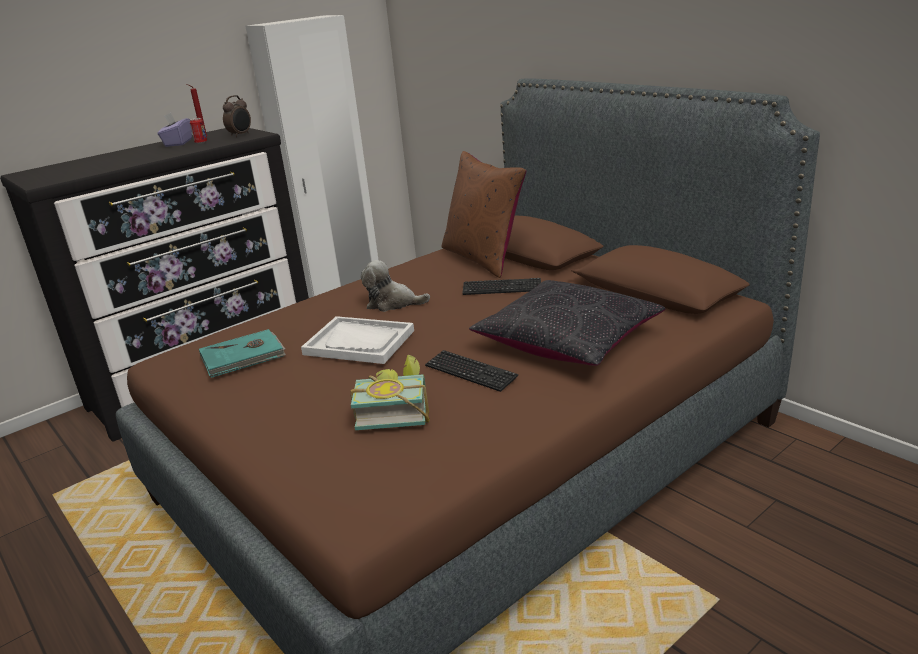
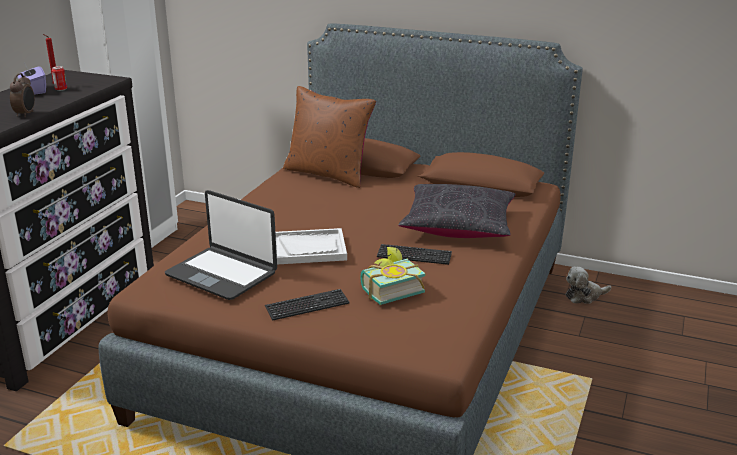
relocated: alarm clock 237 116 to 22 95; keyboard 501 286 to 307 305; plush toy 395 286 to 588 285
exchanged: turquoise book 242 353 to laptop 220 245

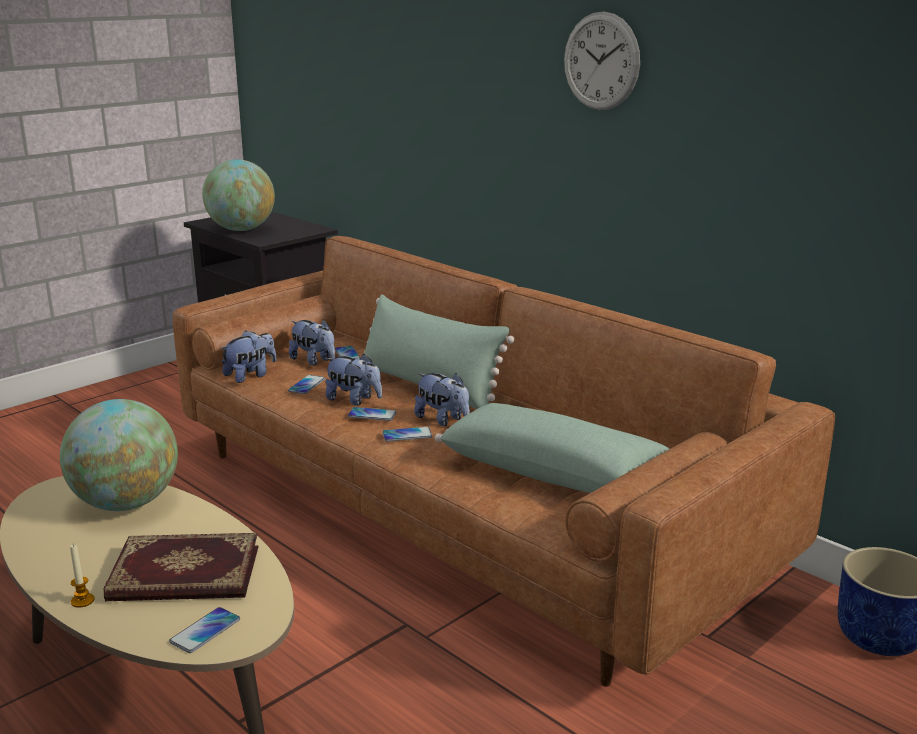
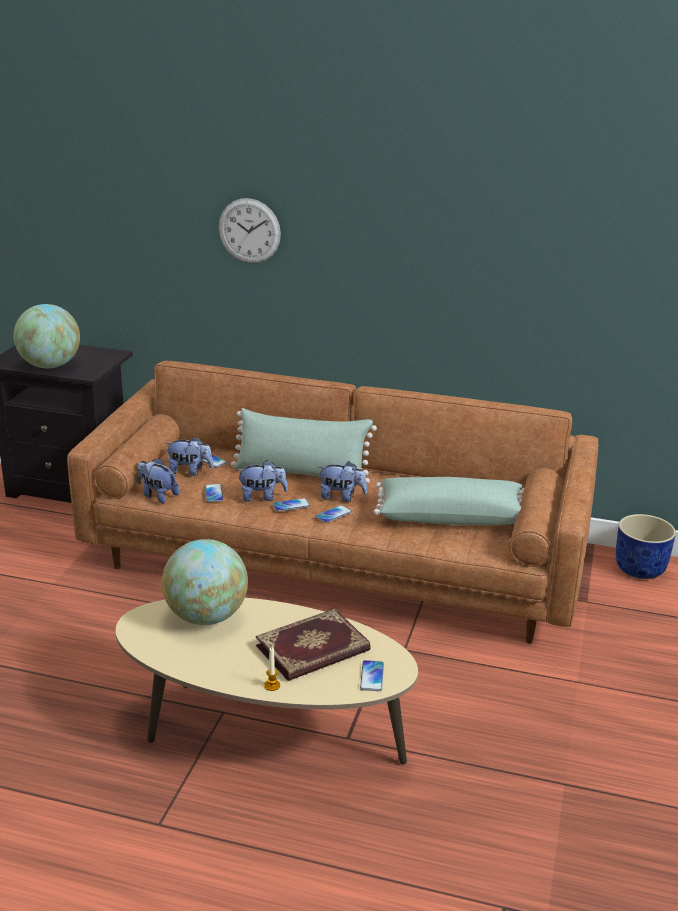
relocated: wall clock 602 61 to 250 230
spun: plush toy 248 356 = 158 481 75 degrees counterclockwise

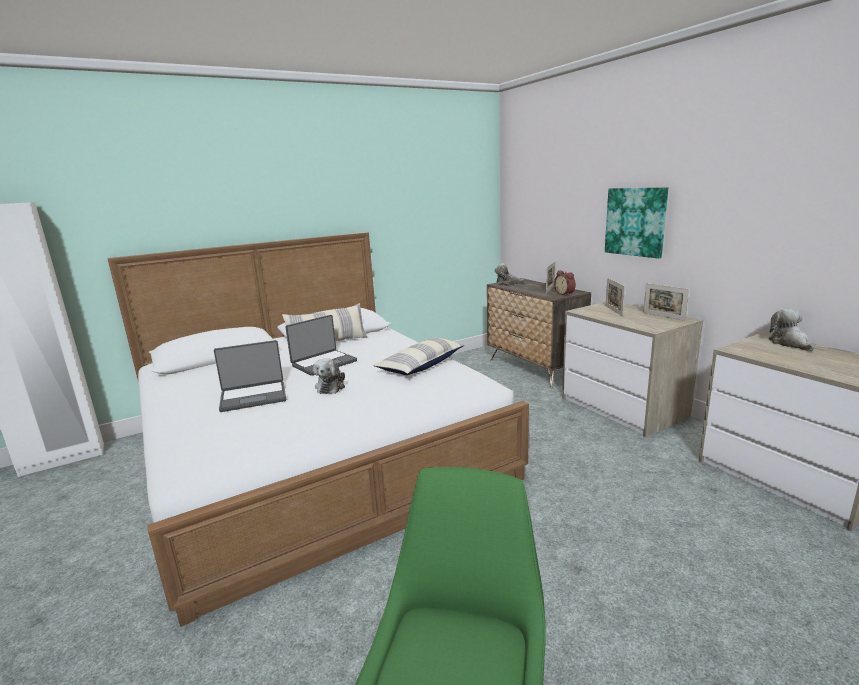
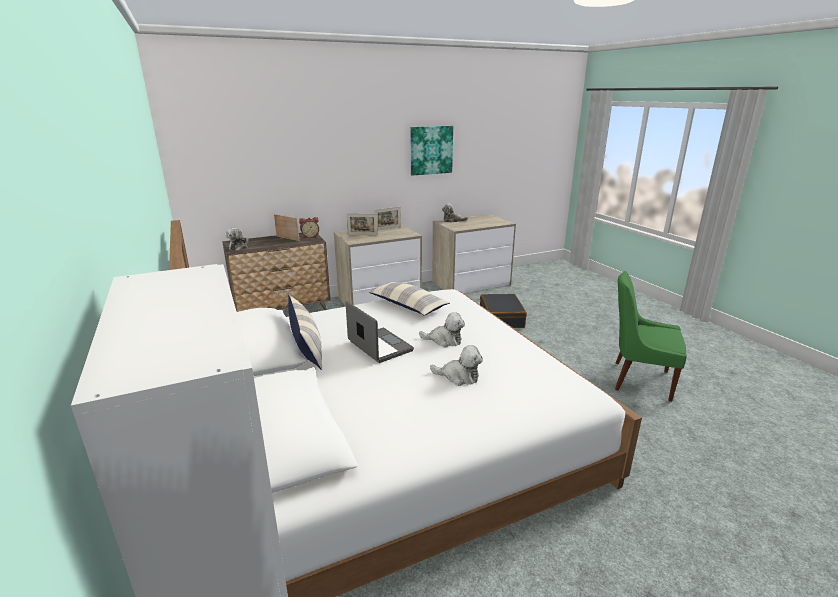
appeared: black suitcase 503 311
relocated: picture 636 223 to 432 151
exchanged: laptop 250 376 to plush toy 456 365

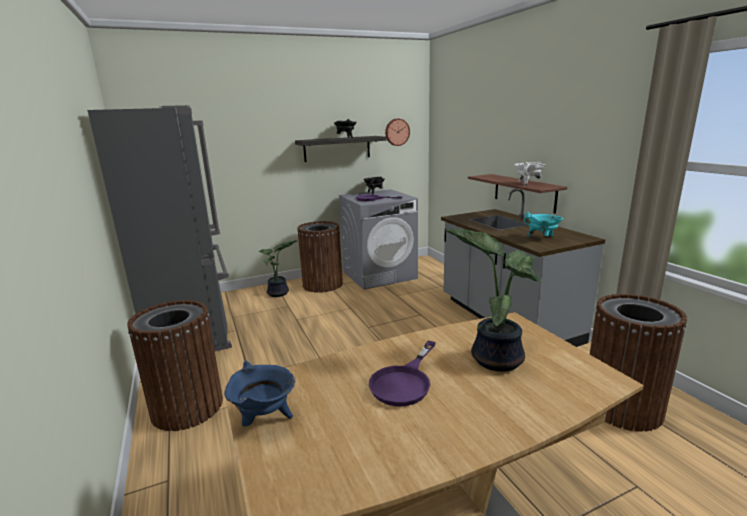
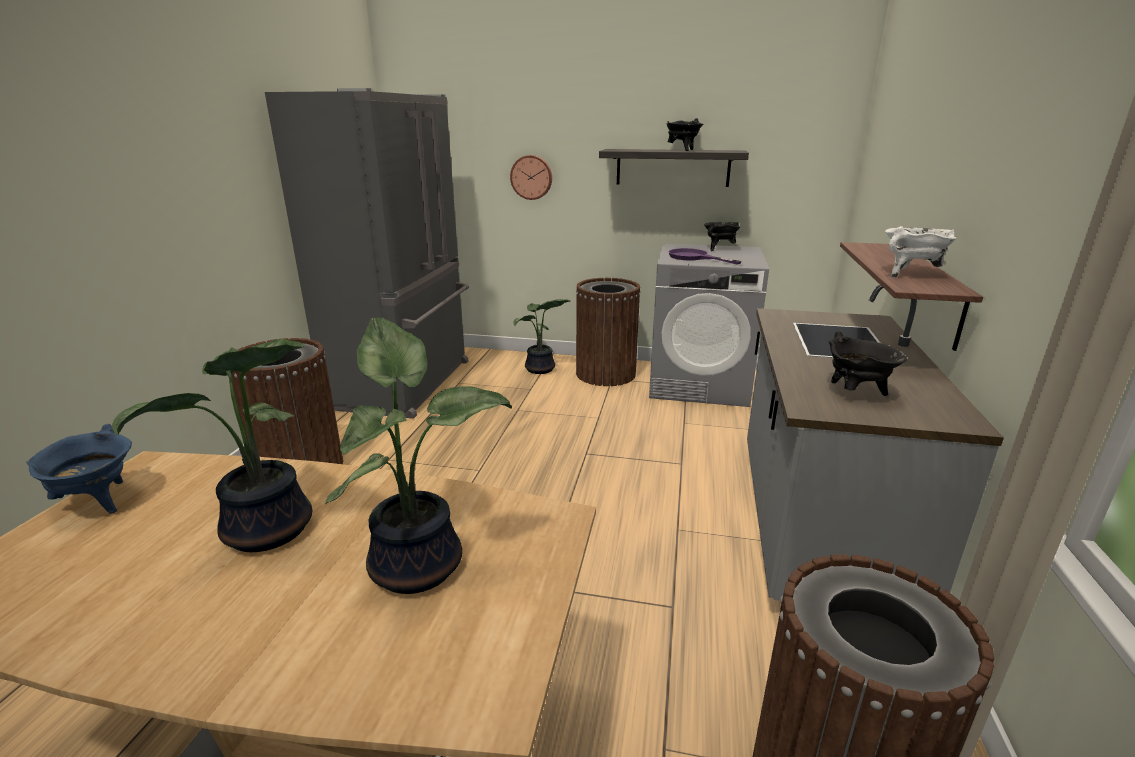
relocated: wall clock 397 132 to 531 177
exchanged: purple frying pan 402 373 to potted plant 212 445
colour: turquoise cooking pot 543 224 to black cooking pot 868 363

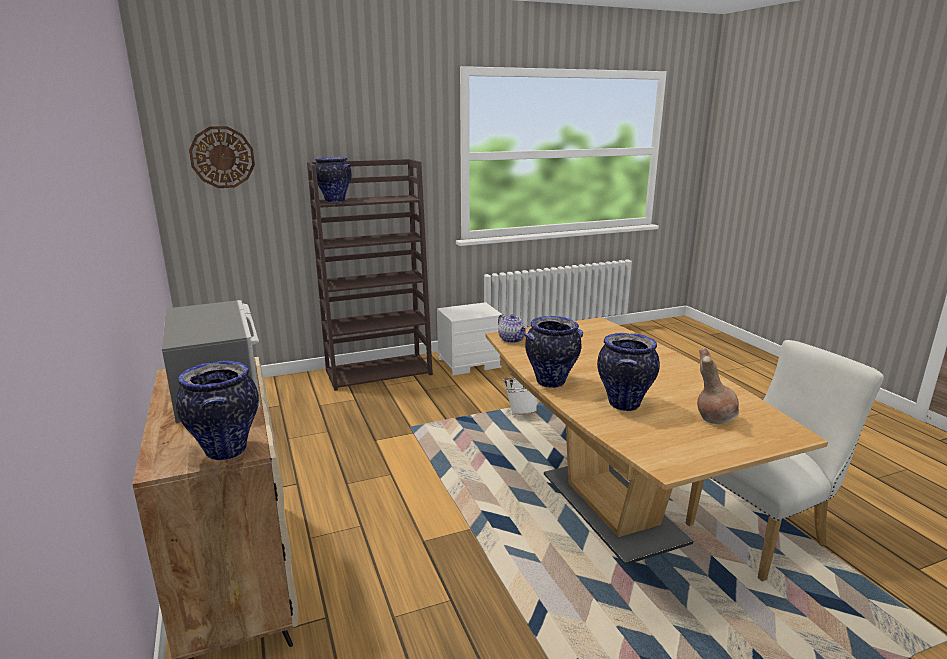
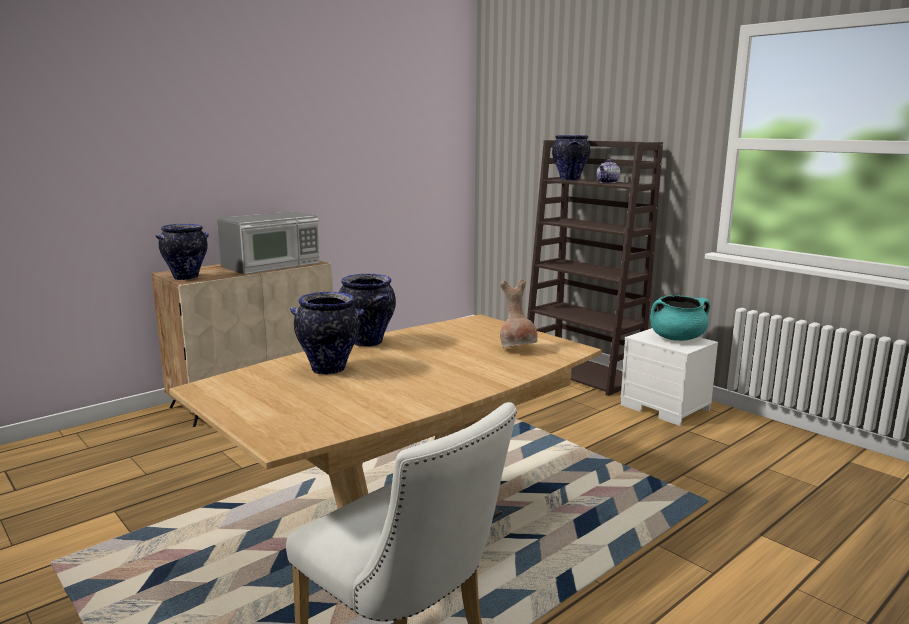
missing: wall clock 222 157; white bucket 519 396
appeared: turquoise cooking pot 680 318
relocated: brown vase 718 386 to 519 313; teapot 512 328 to 608 171

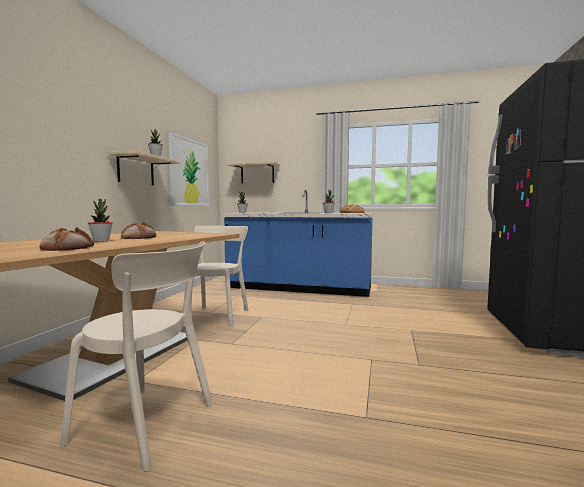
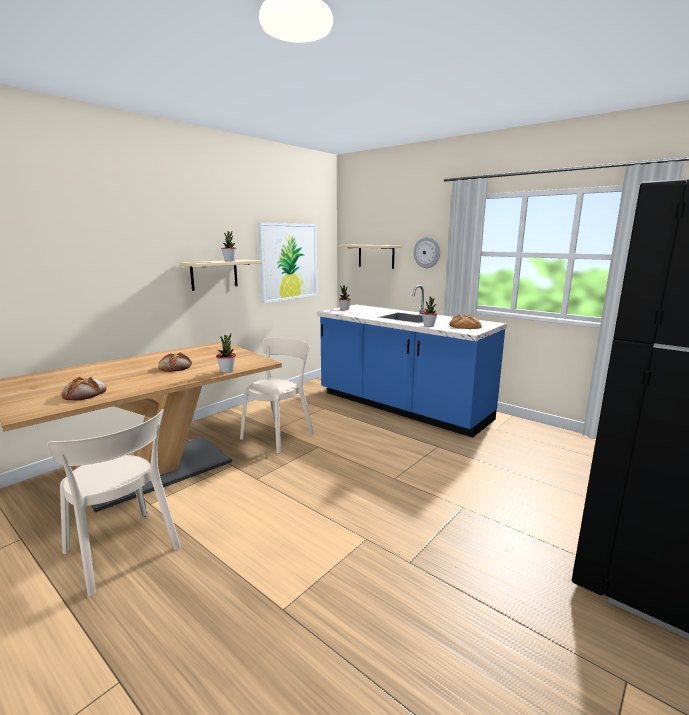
appeared: wall clock 426 252
relocated: potted plant 100 220 to 226 353

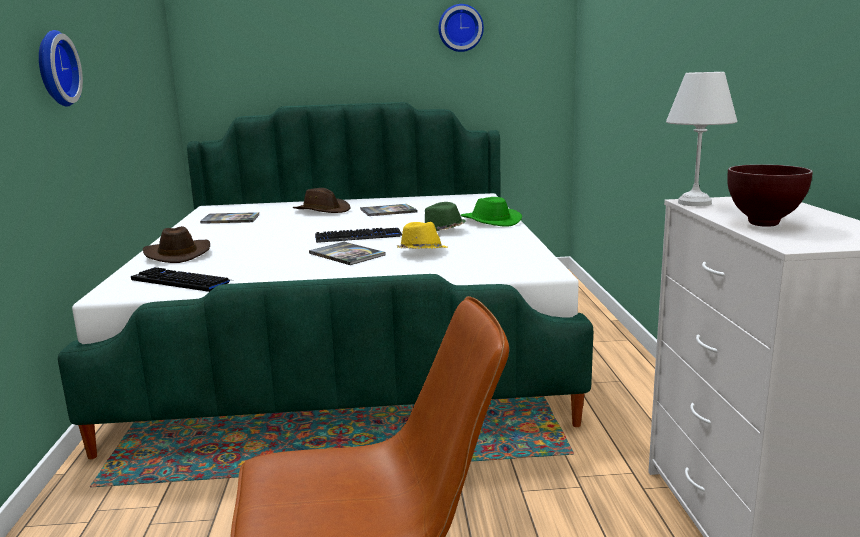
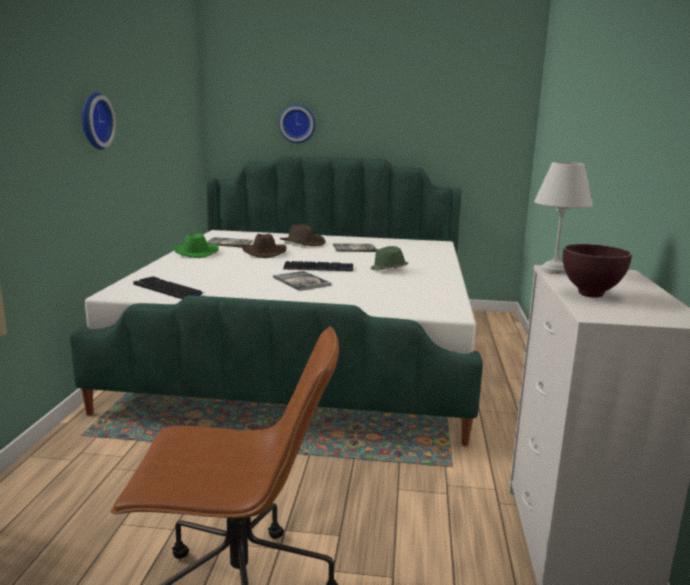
missing: yellow hat 422 235
relocated: green hat 491 212 to 195 245; brown hat 176 244 to 264 246; wall clock 461 28 to 297 124

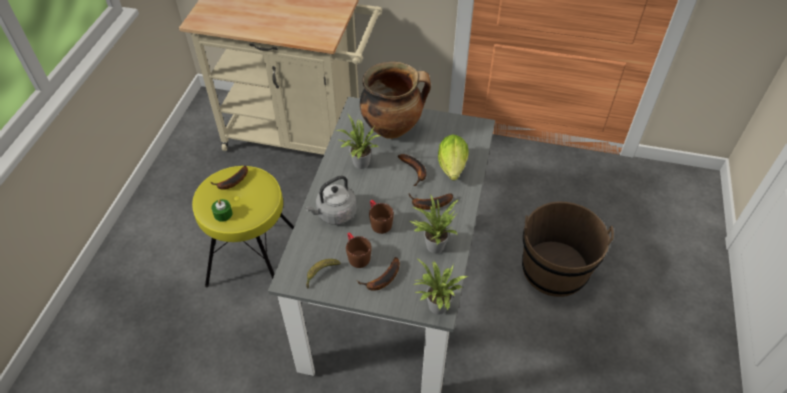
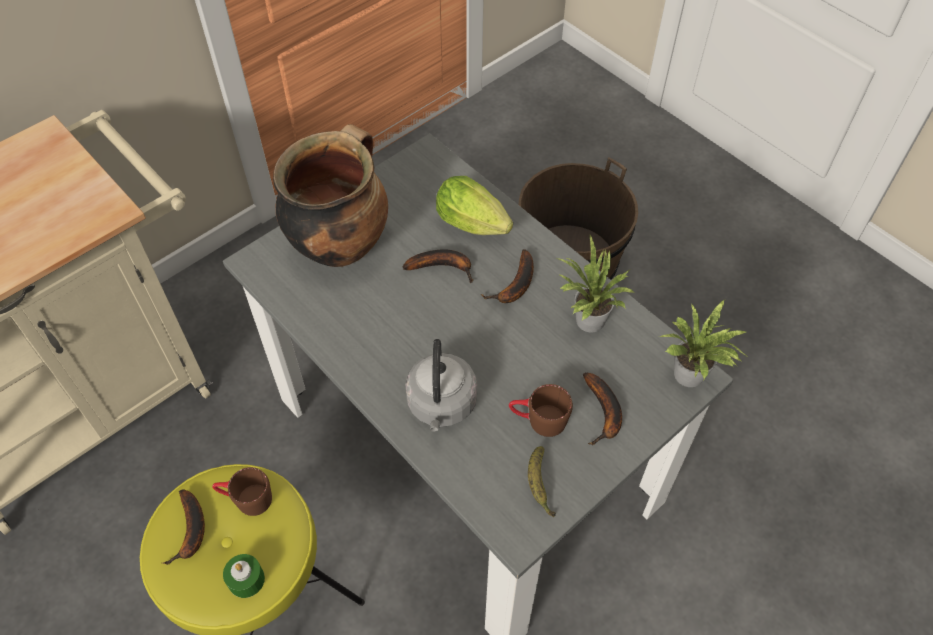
missing: potted plant 358 142
relocated: brown mug 381 217 to 242 491

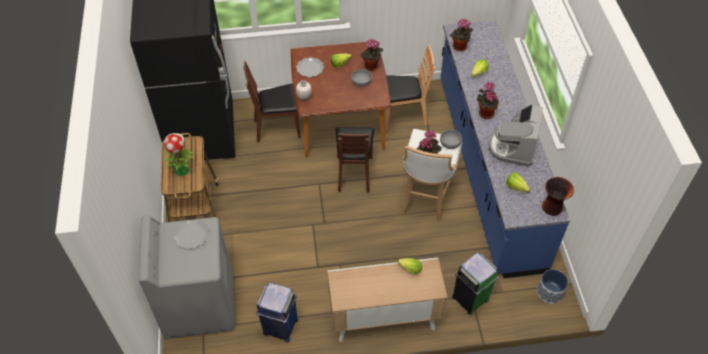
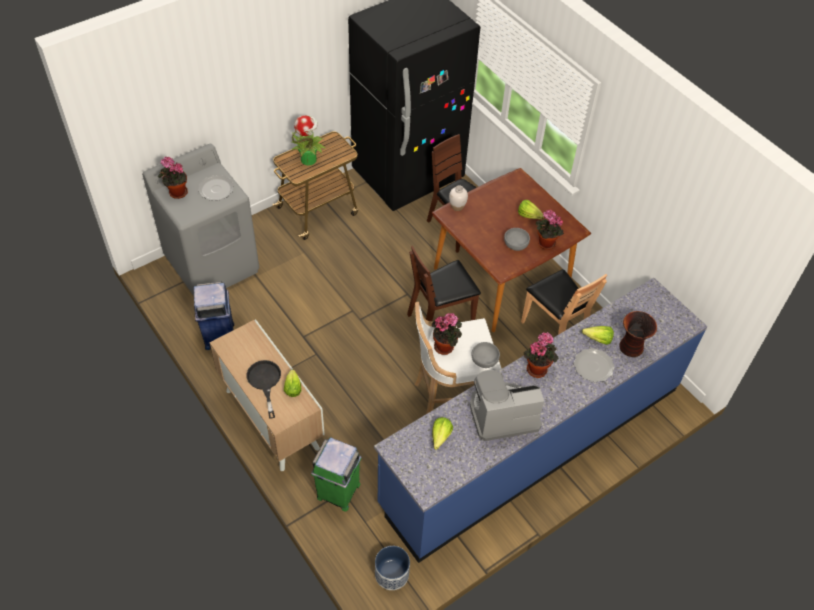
appeared: black frying pan 264 389
relocated: potted plant 461 35 to 173 177; plate 310 67 to 594 365; vase 558 196 to 638 334

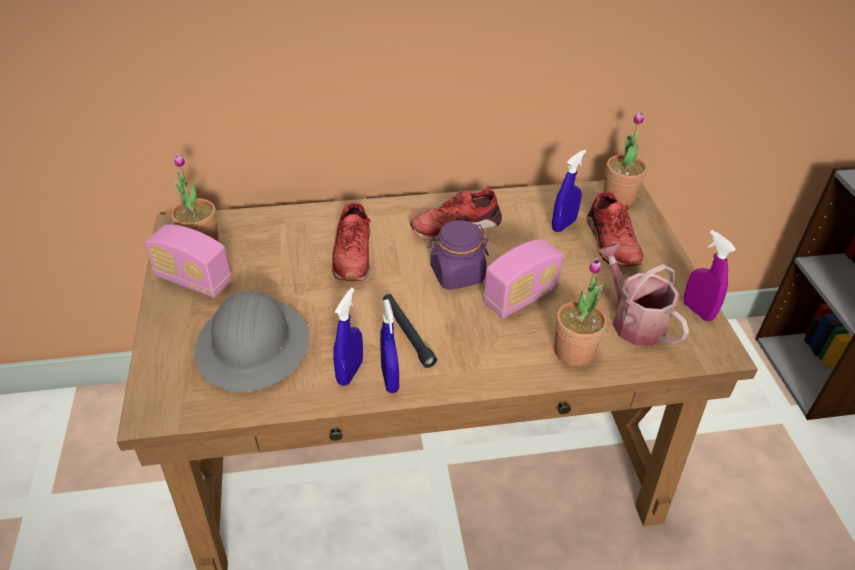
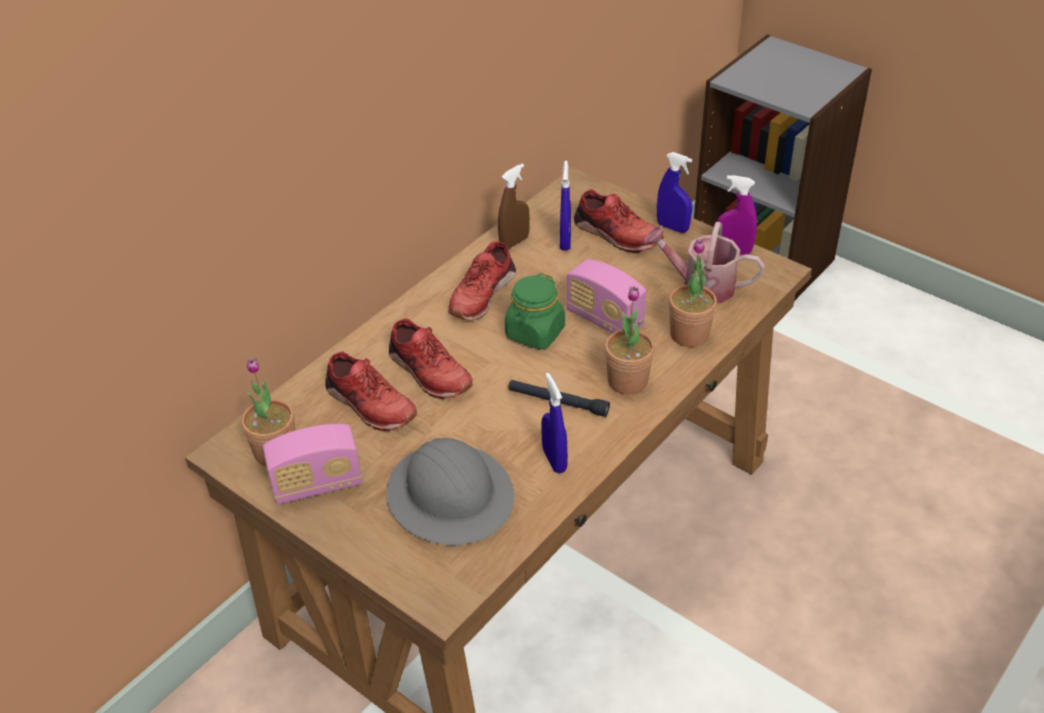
appeared: red shoe 371 391; brown spray bottle 514 206
relocated: potted plant 625 158 to 630 340; blue spray bottle 389 346 to 674 192
colour: purple jar 458 255 to green jar 535 311
spun: radio 523 278 = 606 296 120 degrees clockwise

